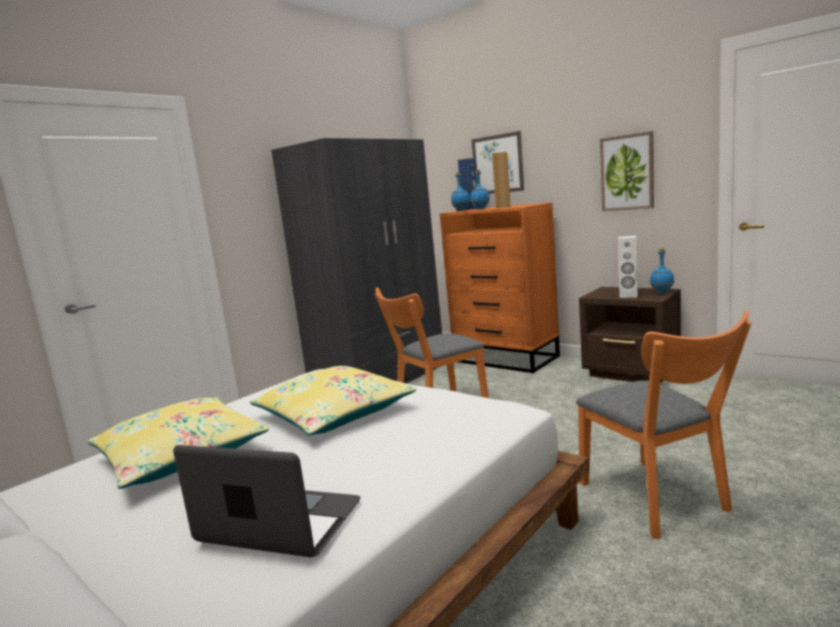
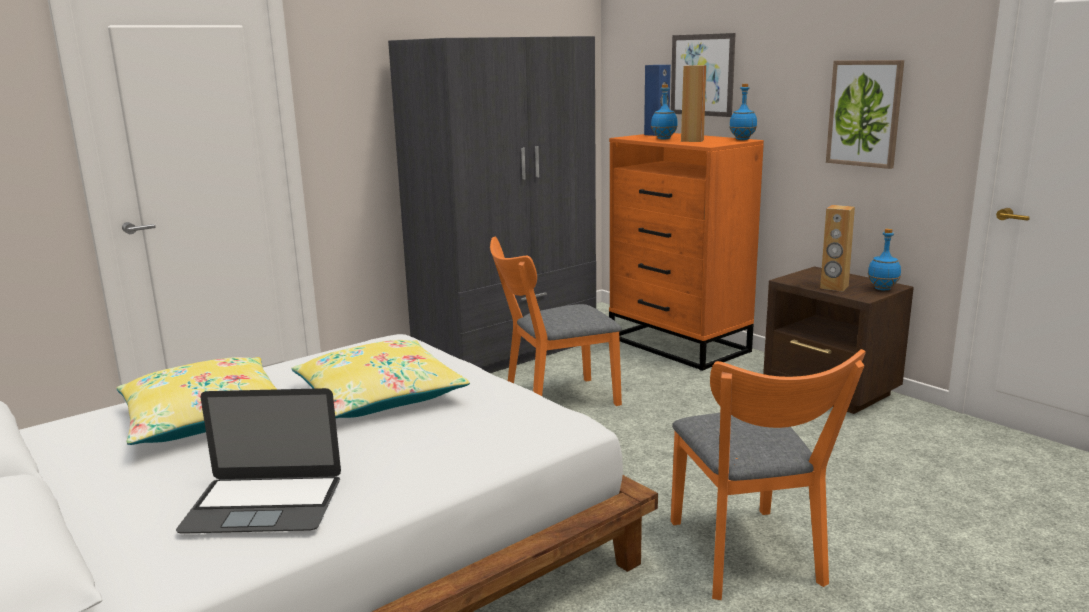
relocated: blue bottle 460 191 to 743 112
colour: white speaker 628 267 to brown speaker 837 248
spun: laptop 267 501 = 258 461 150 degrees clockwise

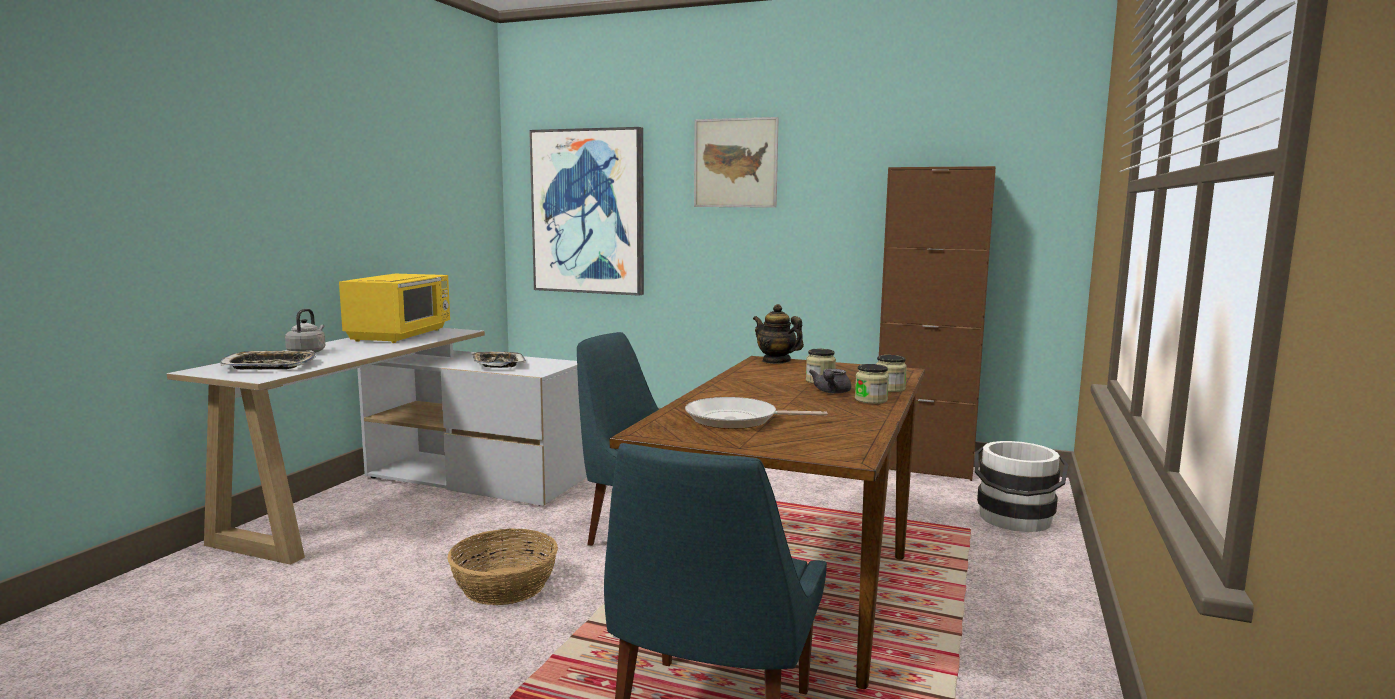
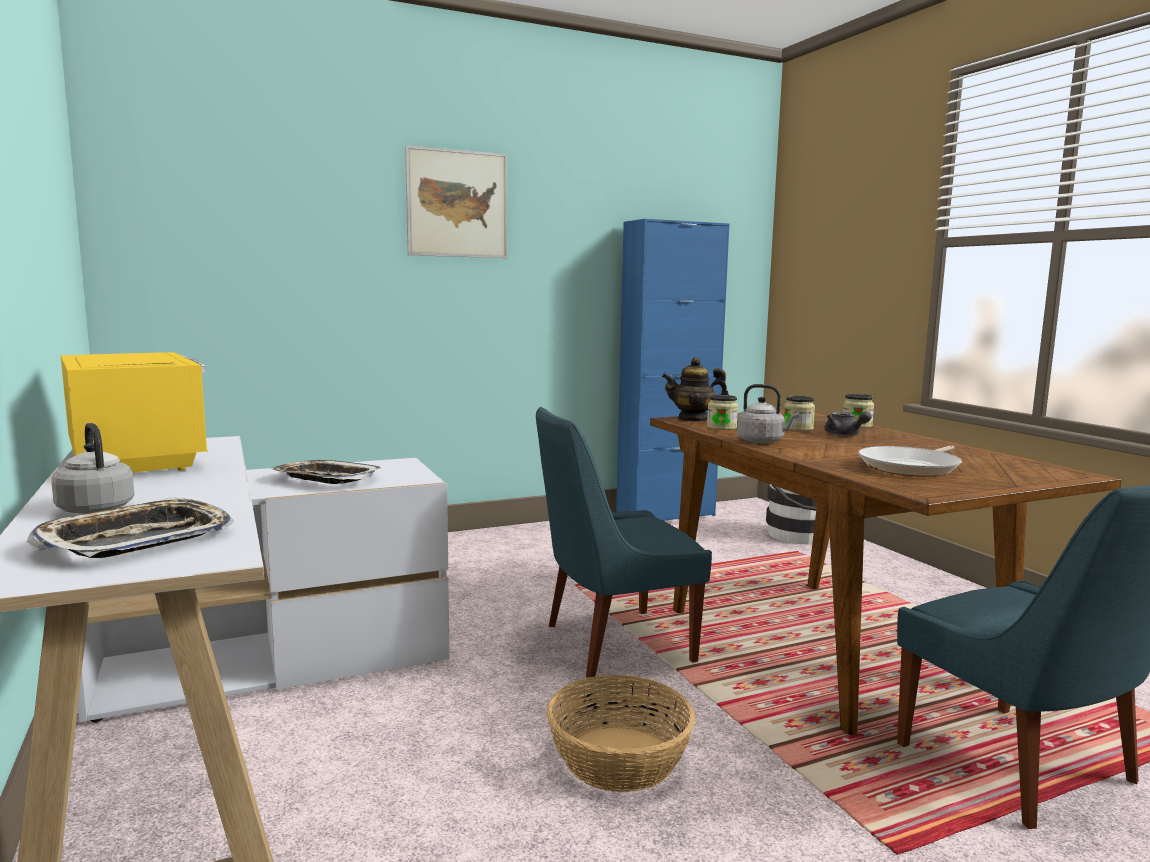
missing: picture 586 211
appeared: grey kettle 768 413
relocated: jar 872 384 to 722 412
colour: brown cabinet 937 323 to blue cabinet 672 370

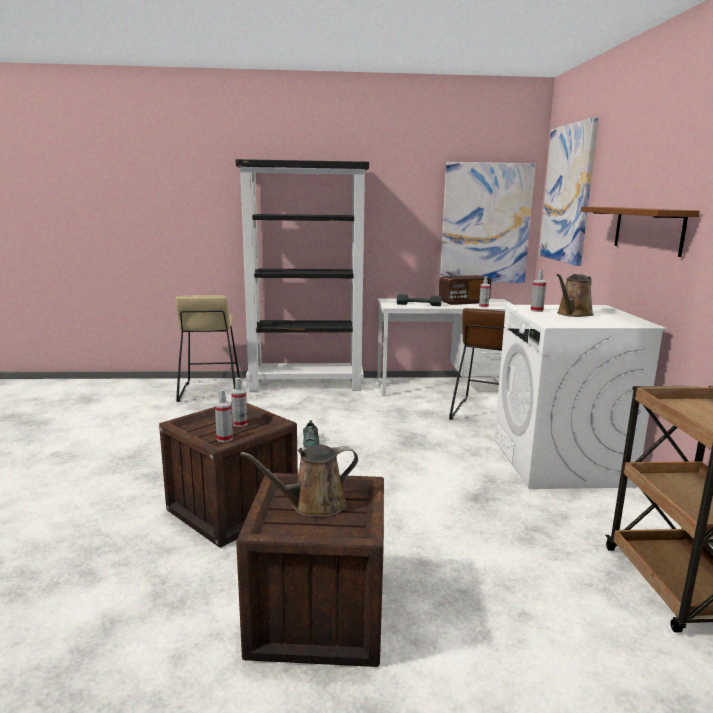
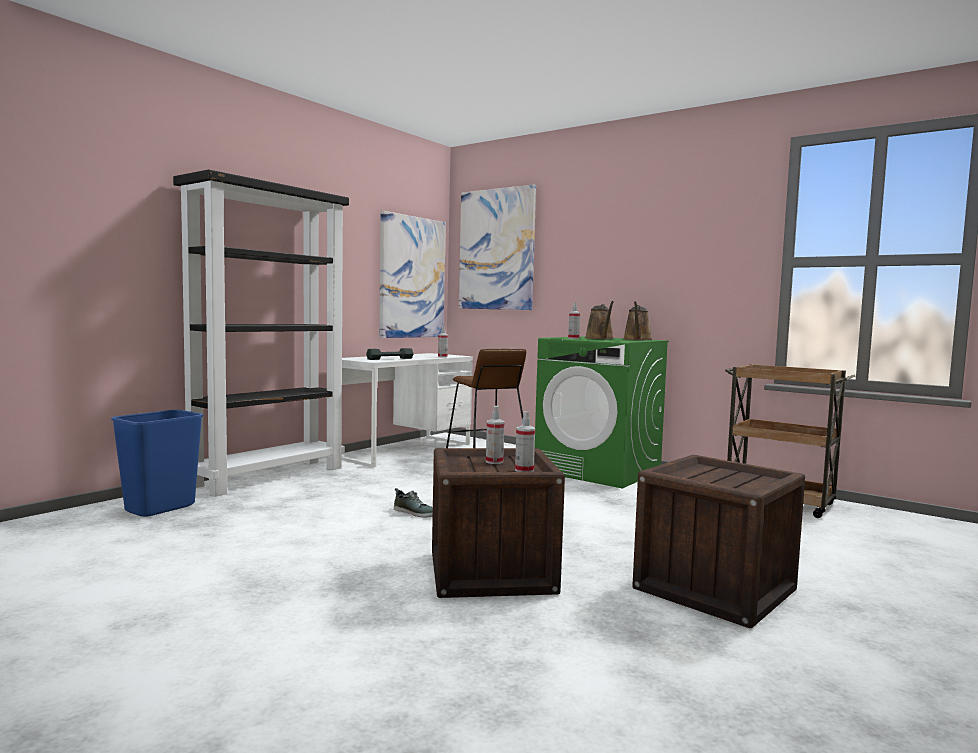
missing: radio 465 290; brown shelf 640 232
relocated: brown watering can 299 480 to 637 321
exchanged: beige stool 208 348 to blue trash can 157 463
colour: white washing machine 580 397 to green washing machine 602 412

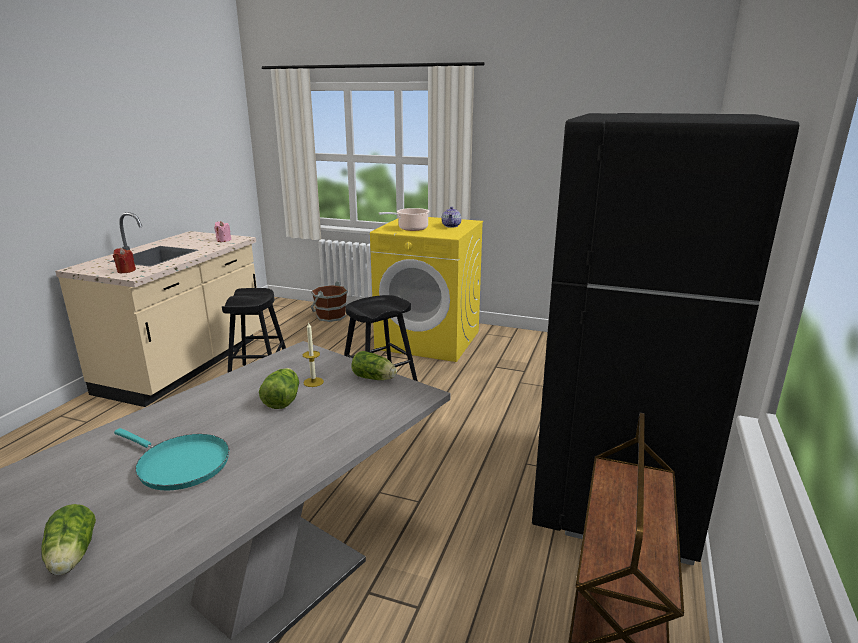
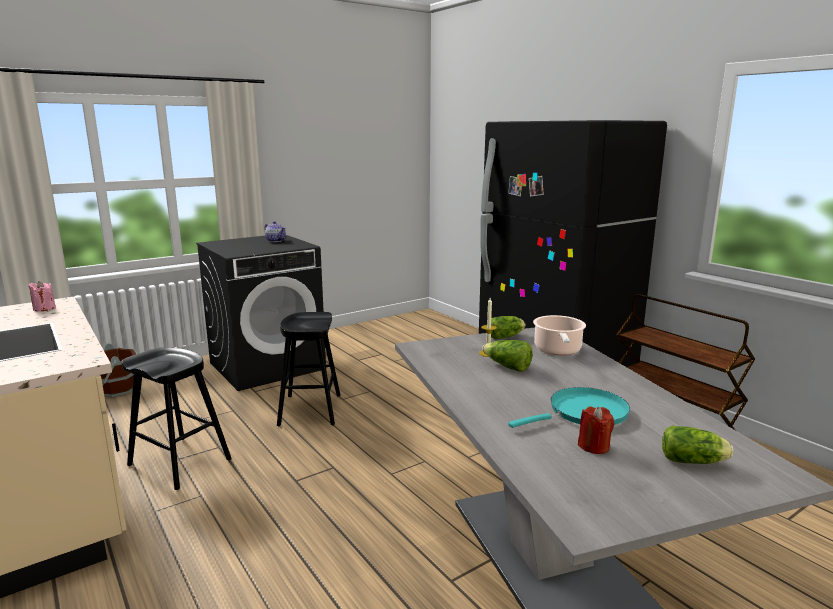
relocated: cooking pot 404 219 to 559 335; red candle 124 260 to 596 430
colour: yellow washing machine 426 289 to black washing machine 261 313

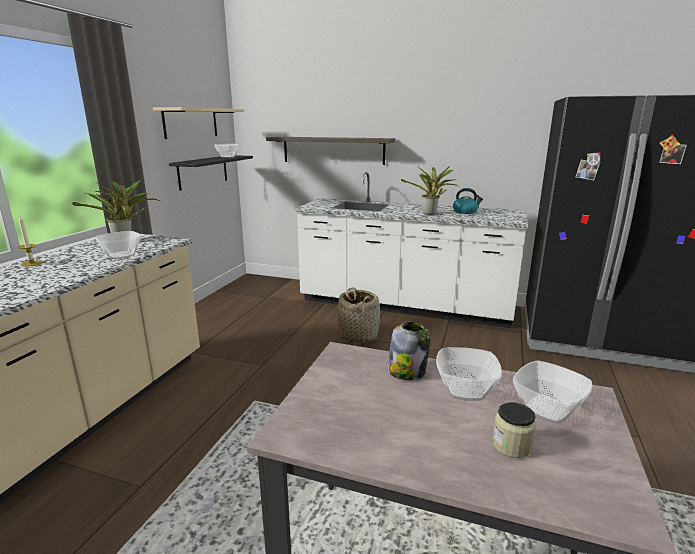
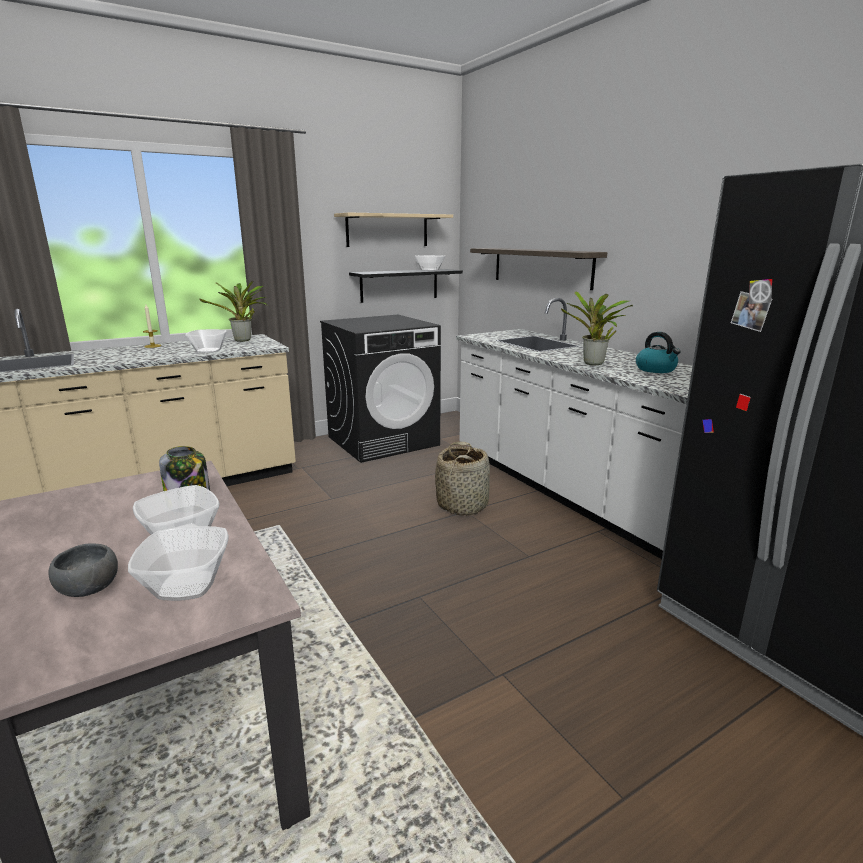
appeared: black washing machine 380 389
exchanged: jar 514 430 to grey bowl 83 570

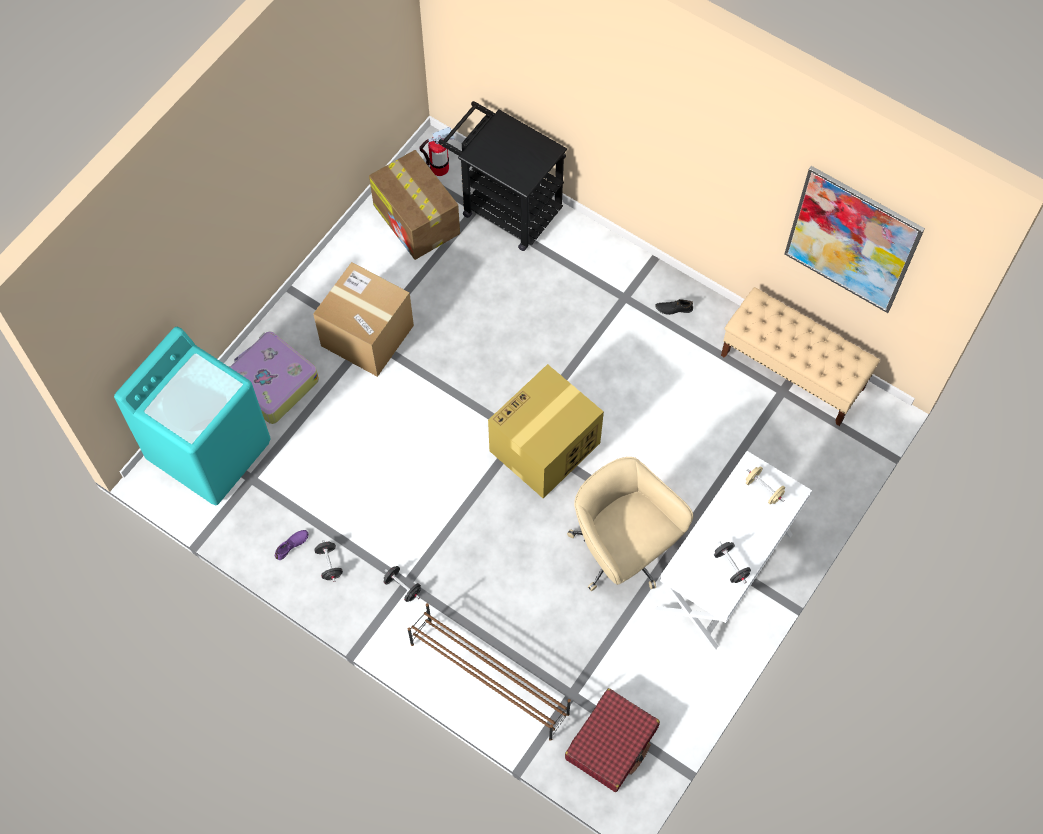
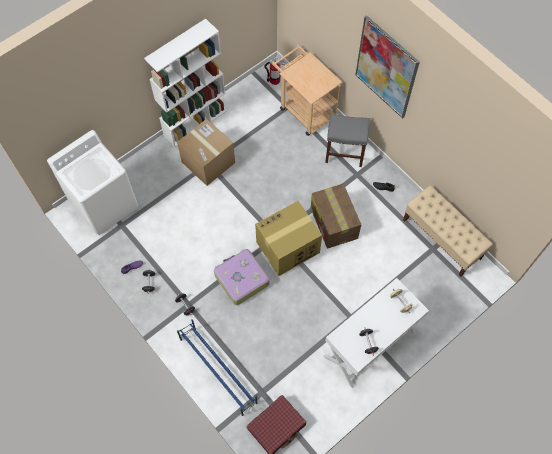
missing: beige office chair 630 524
appeared: white bookcase 185 82; grey stool 347 140
relocated: suitcase 273 377 to 241 277; cardboard box 414 205 to 336 216; picture 855 239 to 387 67
colour: turquoise washing machine 192 416 to white washing machine 92 182; brown shoe rack 489 672 to blue shoe rack 217 367; black cart 502 176 to beige cart 307 90

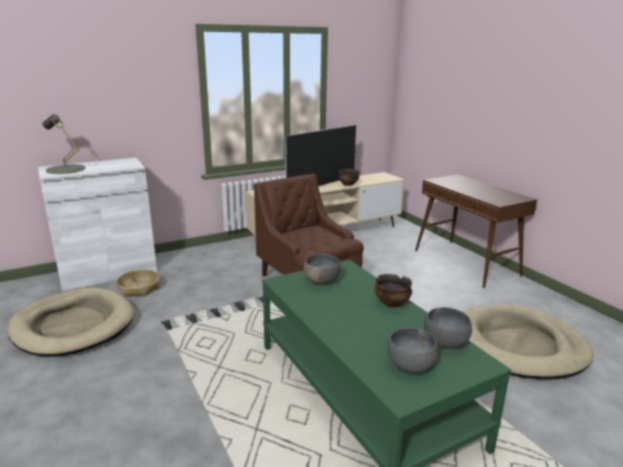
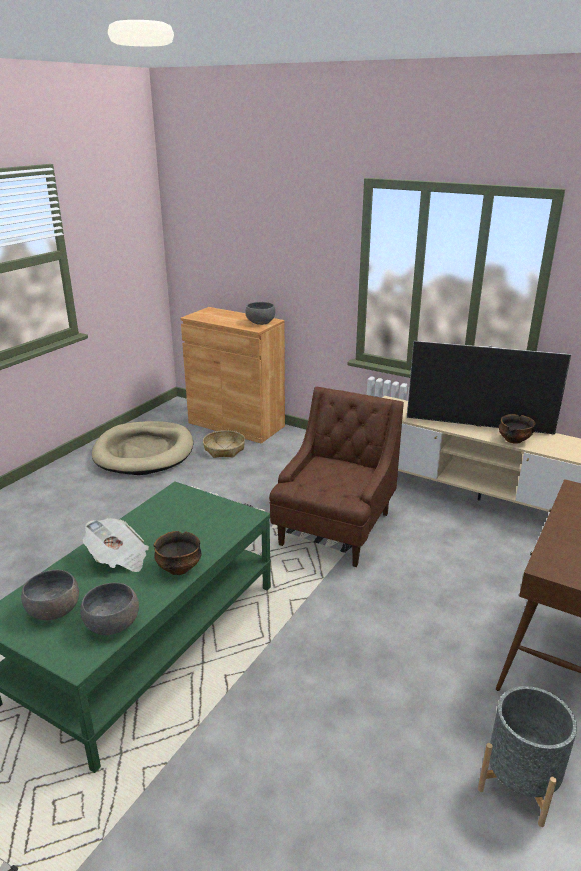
missing: grey table lamp 64 144; beige dog bed 528 341
appeared: newspaper 116 545; grey planter 527 756
relocated: grey bowl 322 269 to 260 313
colour: white cabinet 97 224 to brown cabinet 232 375

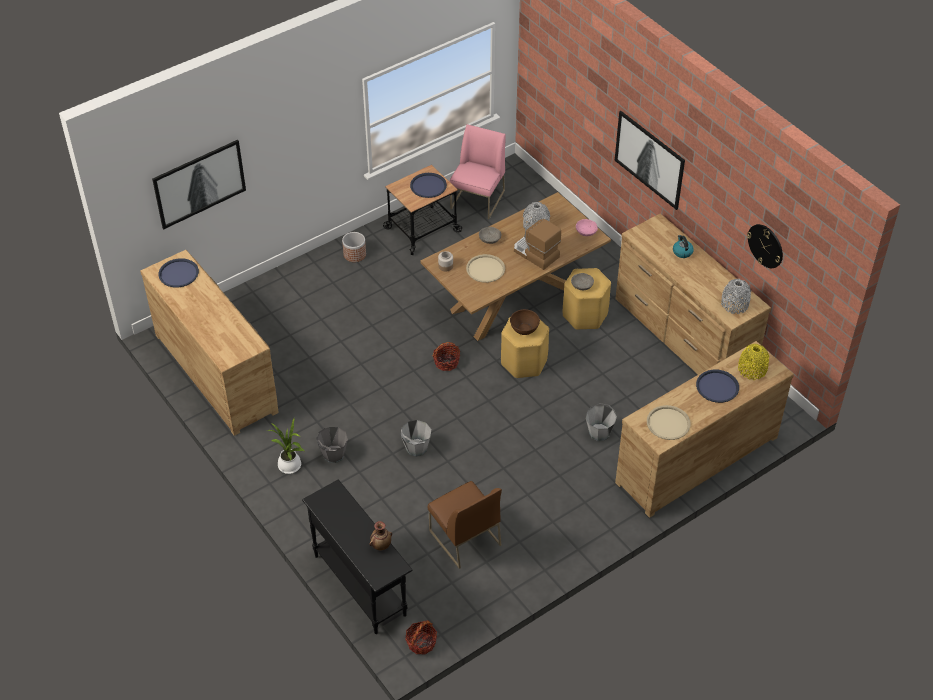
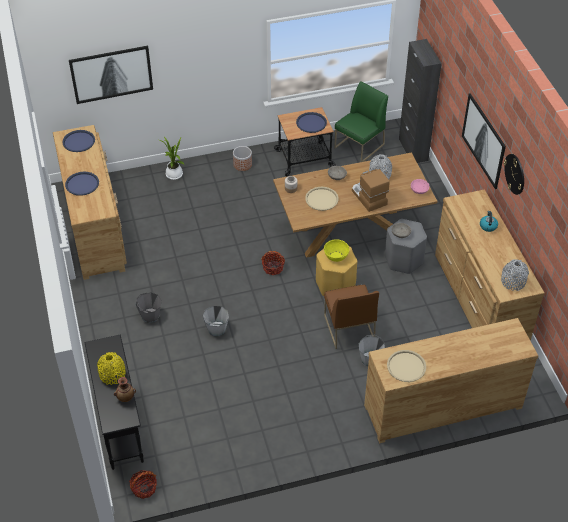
appeared: black cabinet 420 101
relocated: blue tray 717 386 to 82 184; yellow vase 754 362 to 111 368; potted plant 285 446 to 172 158; brown chair 465 525 to 351 316; wall clock 765 246 to 514 174
colour: brown bowl 525 322 to yellow bowl 337 250; pink chair 477 171 to green chair 361 121; yellow stool 587 299 to grey stool 406 246

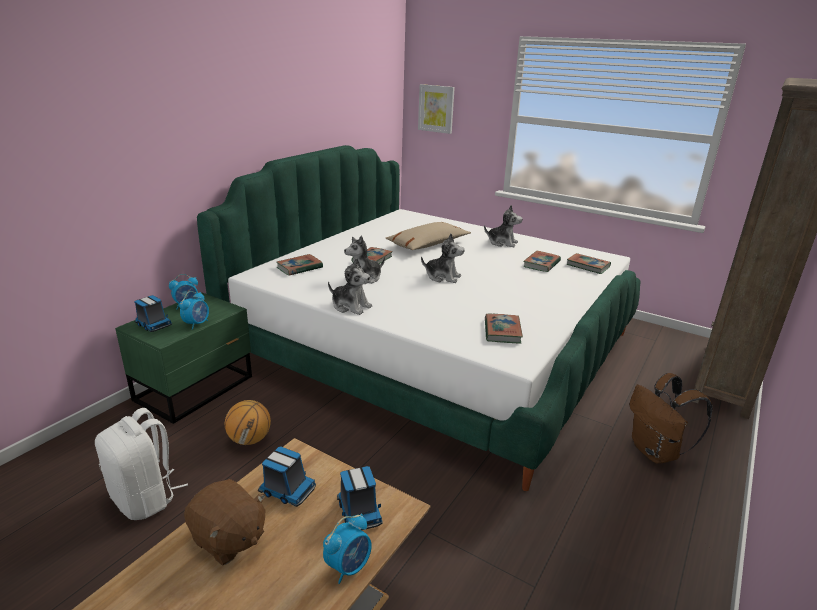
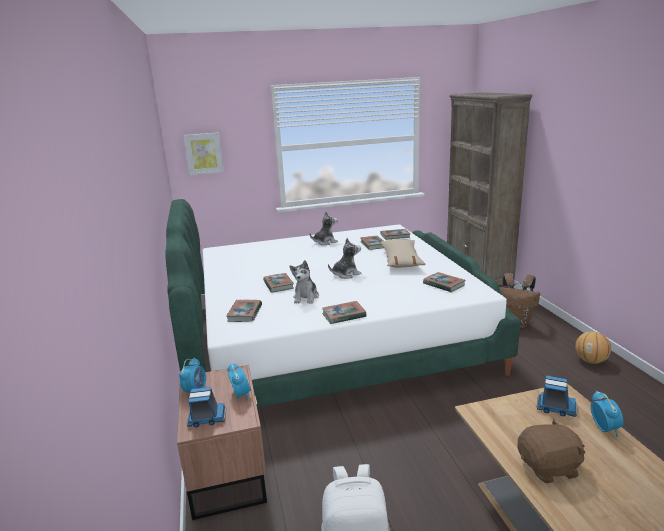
missing: toy truck 287 476
relocated: beige pillow 428 236 to 403 253; basketball 248 422 to 593 347
exchanged: plush toy 350 286 to book 344 312
colour: green nightstand 183 358 to brown nightstand 222 442

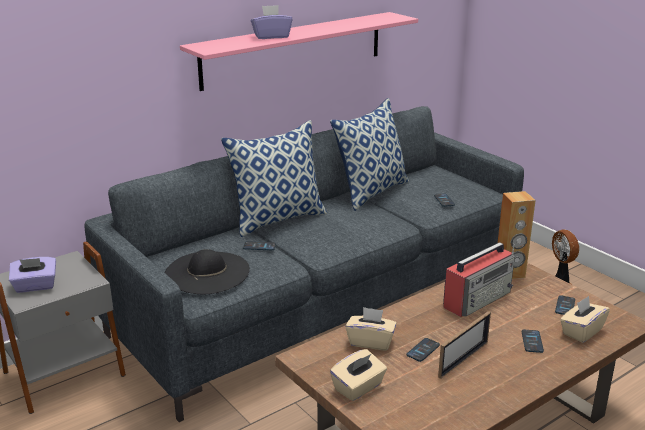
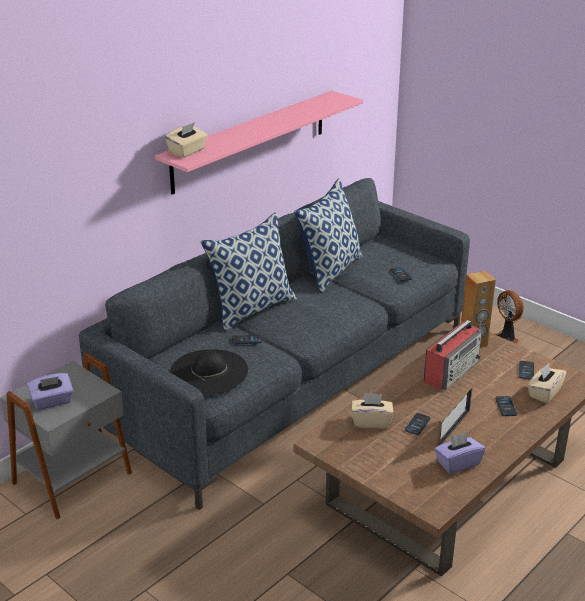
relocated: beige tissue box 358 375 to 186 140; purple tissue box 272 22 to 460 453

